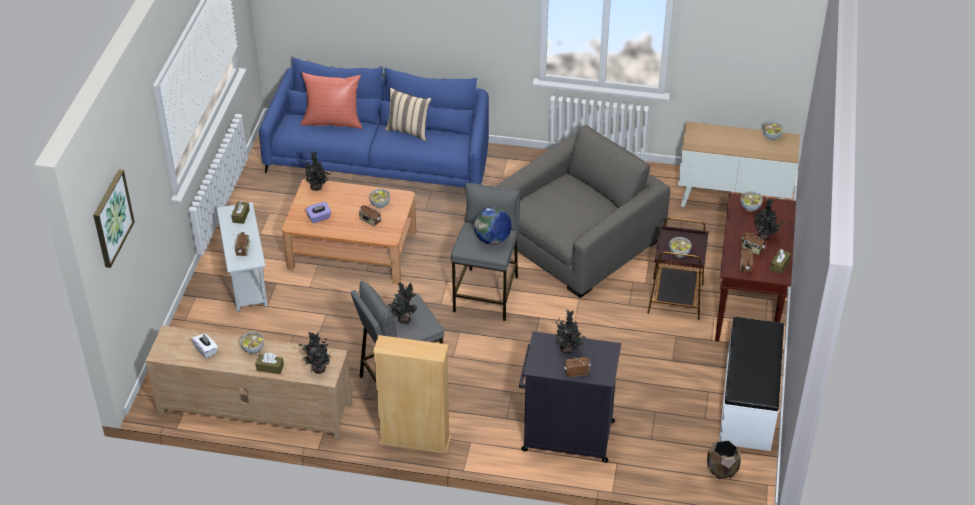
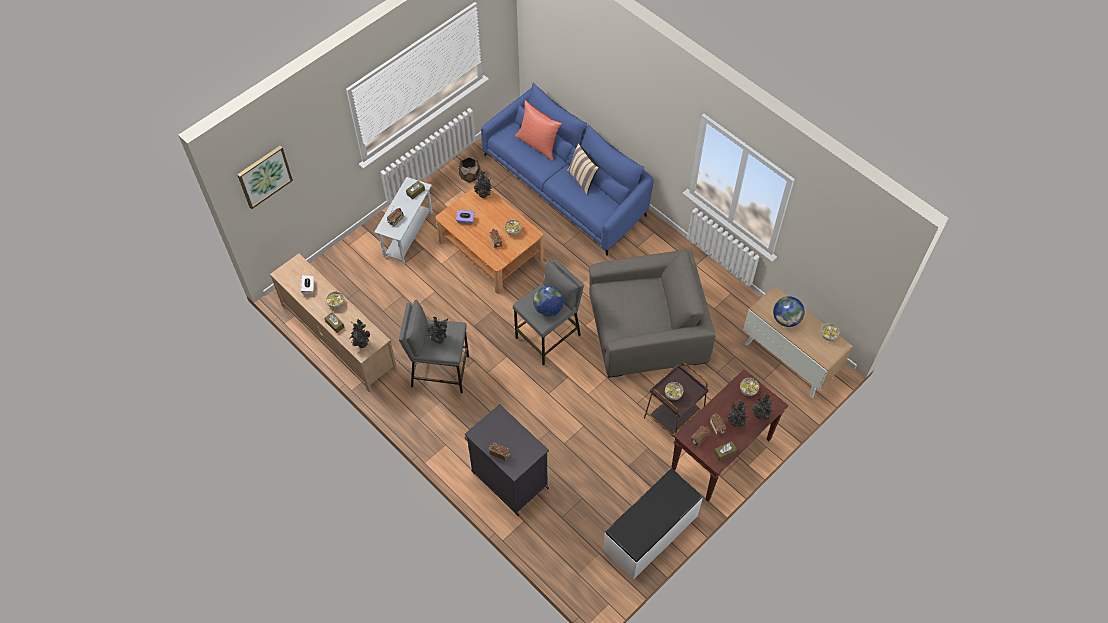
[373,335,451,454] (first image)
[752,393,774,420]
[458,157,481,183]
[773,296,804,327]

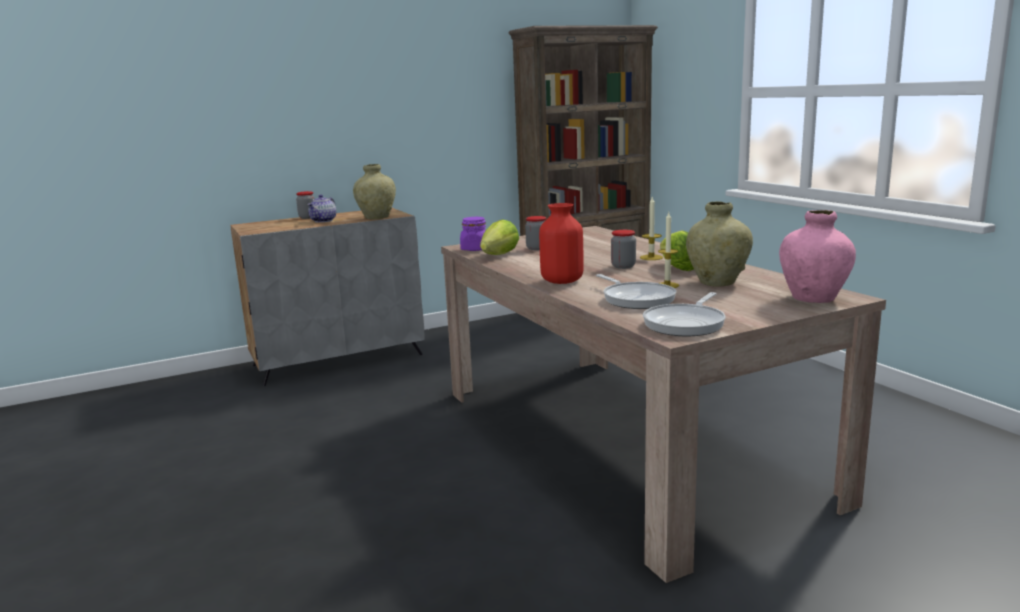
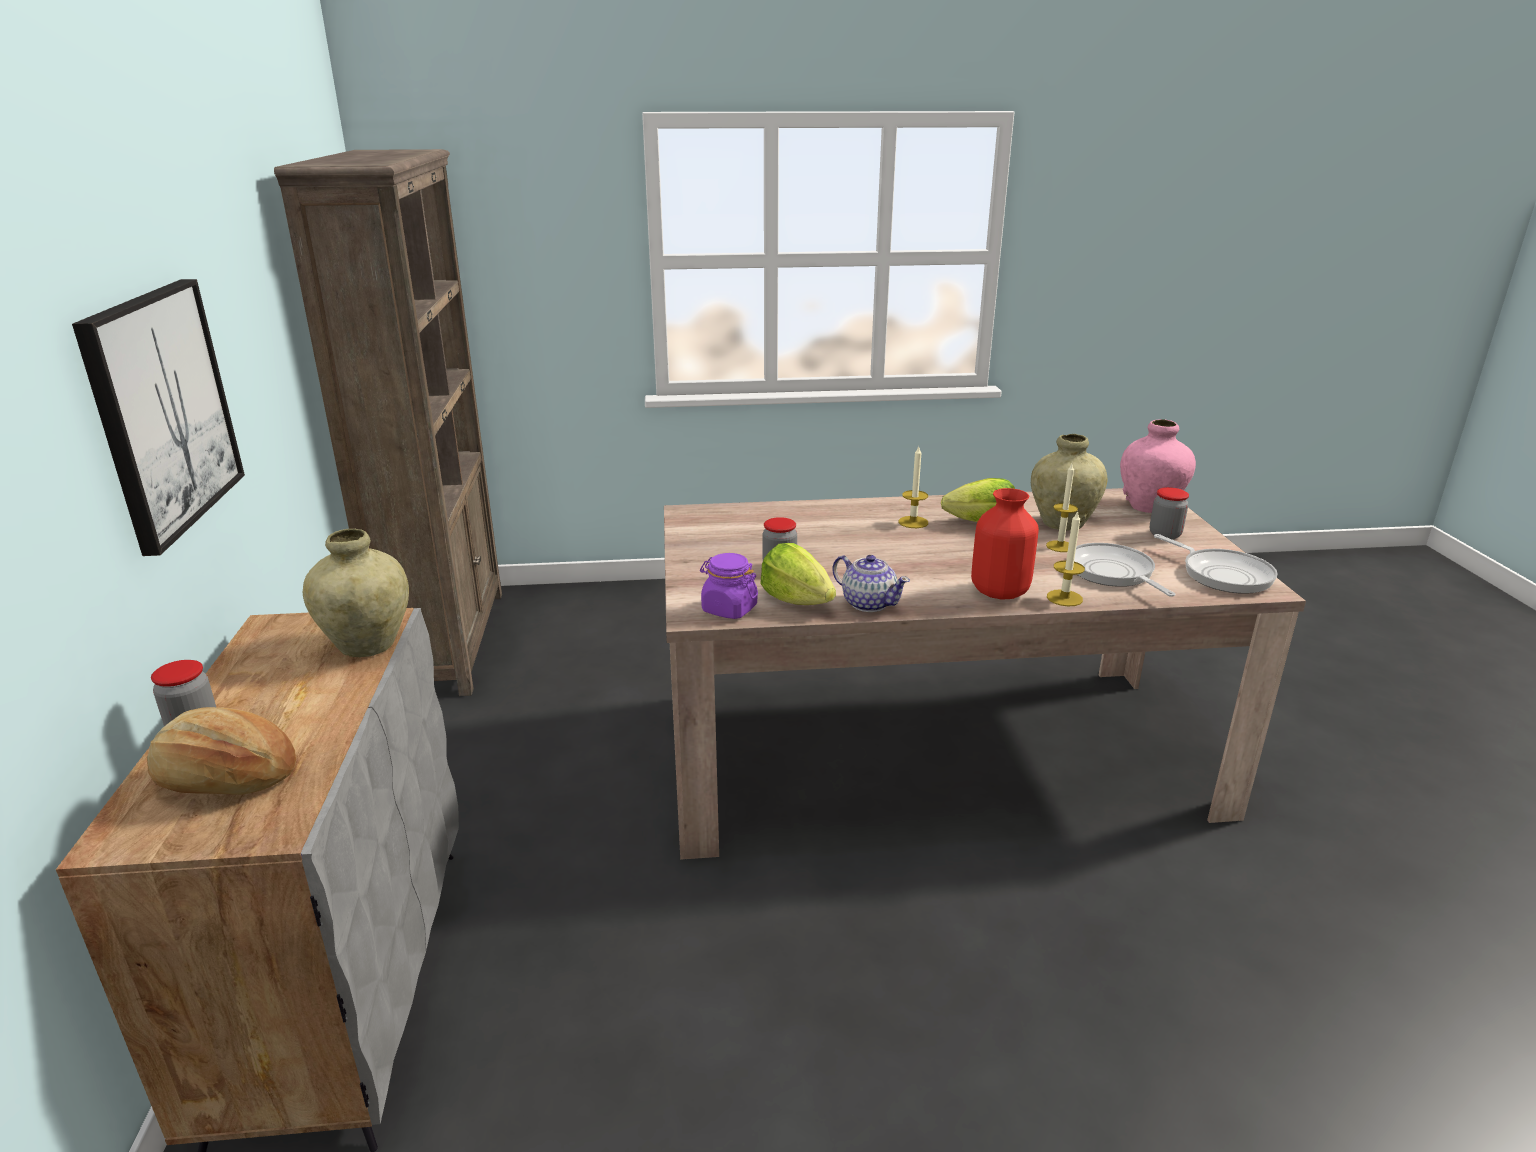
[832,555,910,612]
[1074,543,1175,597]
[1150,487,1189,540]
[72,279,245,556]
[147,707,296,795]
[1047,510,1085,607]

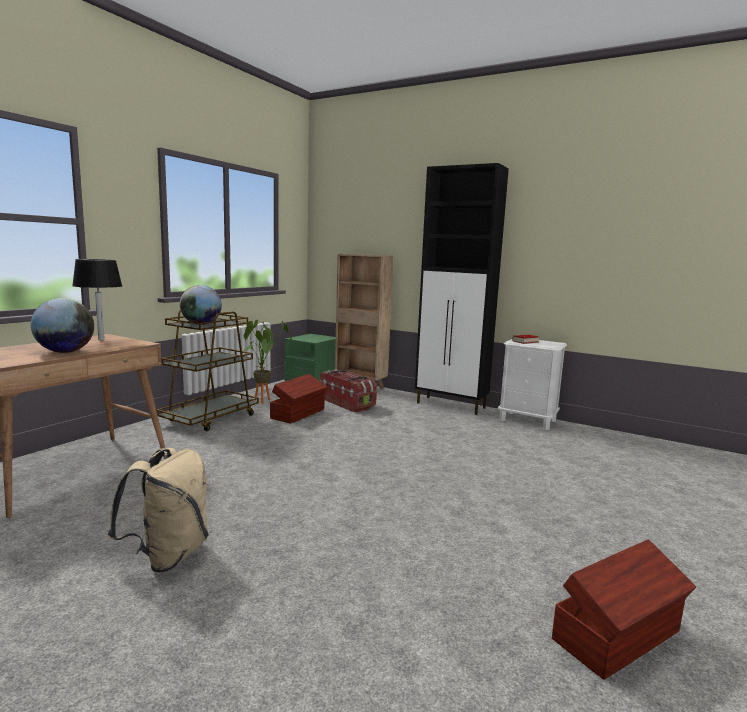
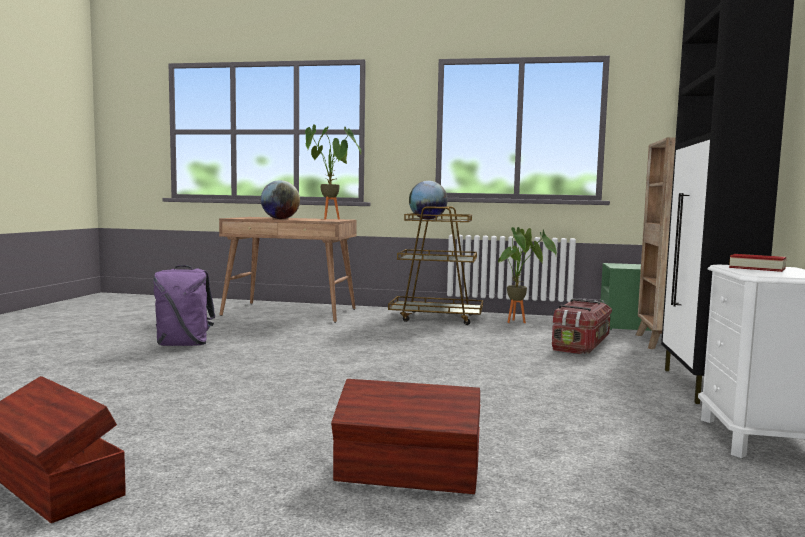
[305,124,361,220]
[153,265,215,346]
[331,379,480,494]

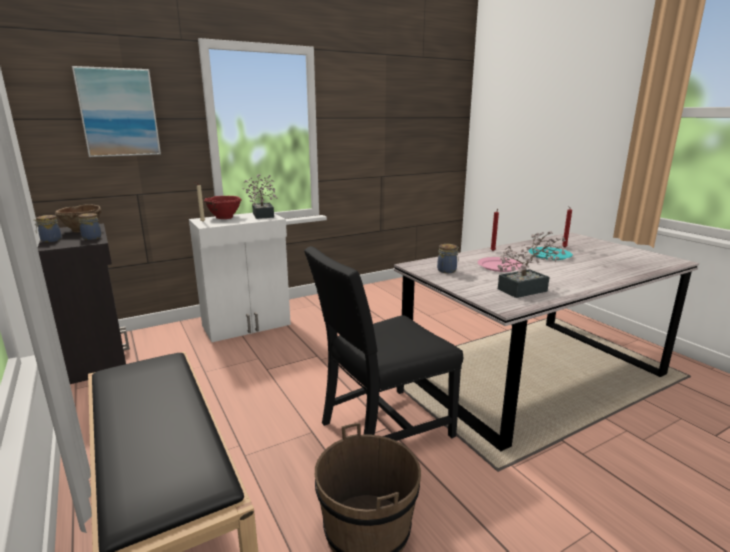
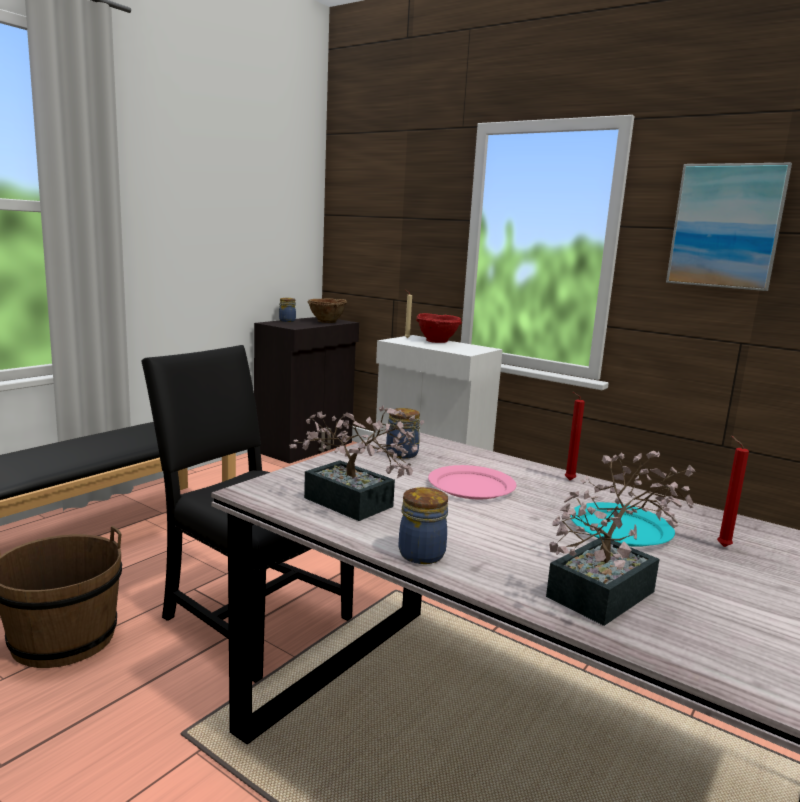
[666,163,792,291]
[399,487,448,564]
[546,451,696,626]

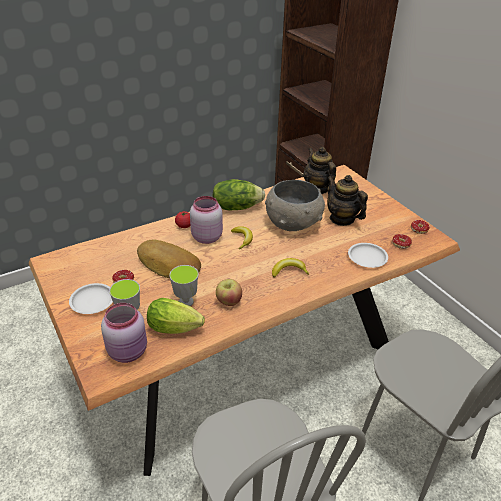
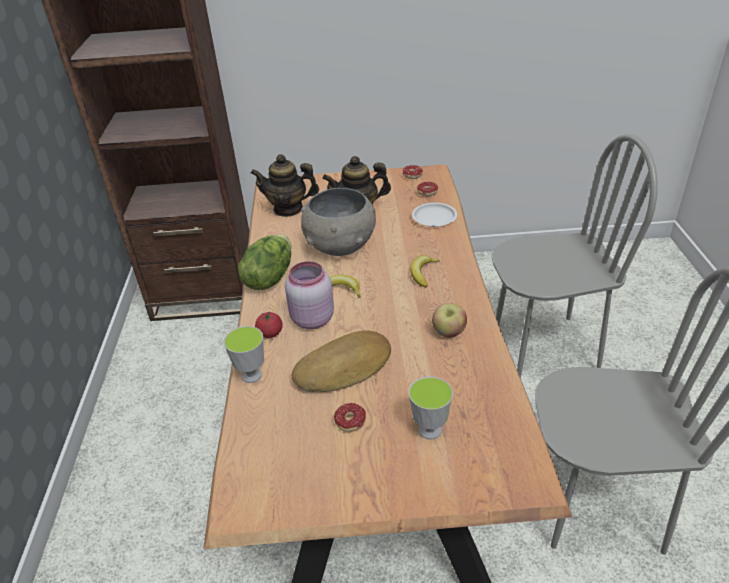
[69,283,113,314] (first image)
[101,303,147,363] (first image)
[147,298,205,334] (first image)
[224,326,264,383]

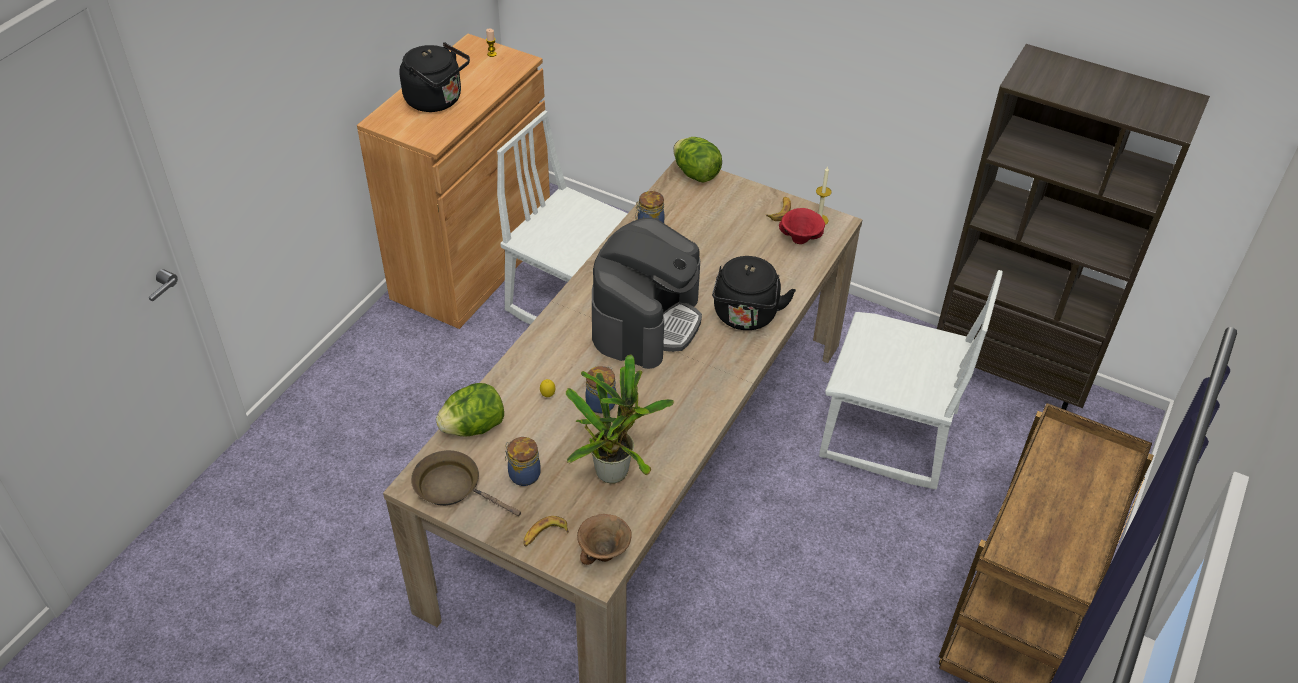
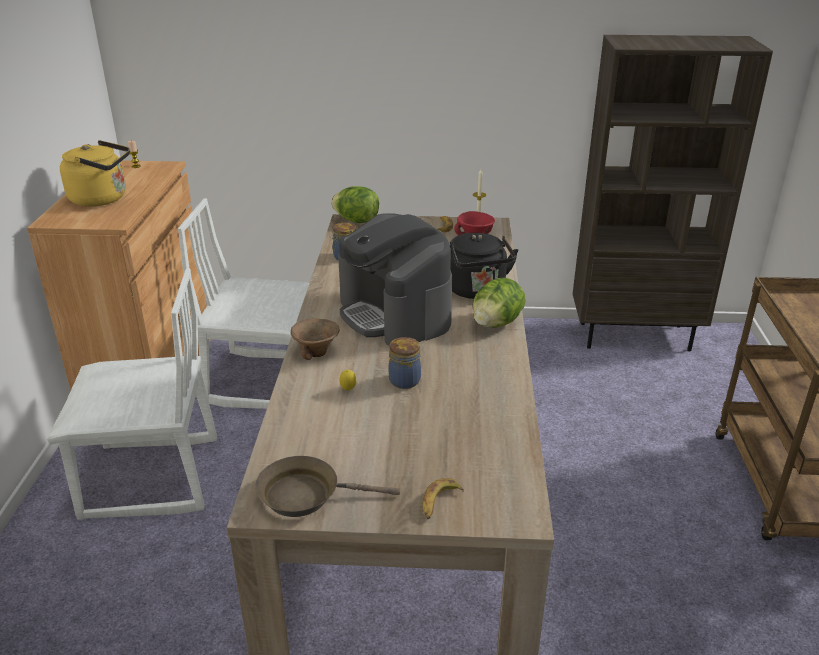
[60,140,130,207]
[473,278,526,328]
[505,437,541,486] (first image)
[566,354,674,484] (first image)
[291,318,340,360]
[338,213,452,346]
[47,268,217,520]

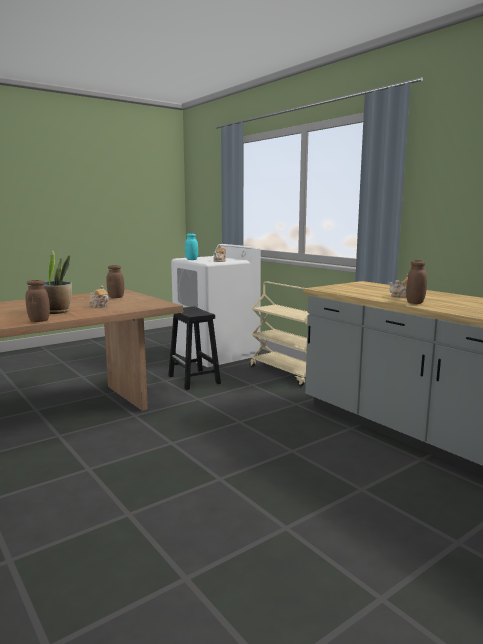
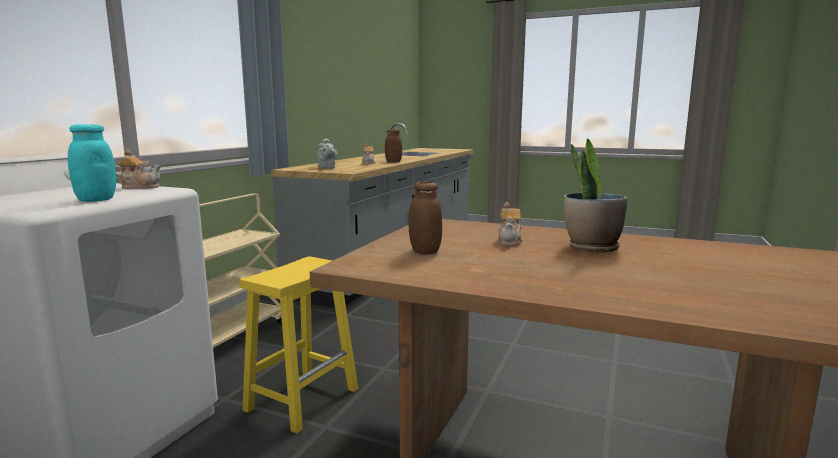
[25,280,50,322] (first image)
[239,256,358,434]
[317,138,338,169]

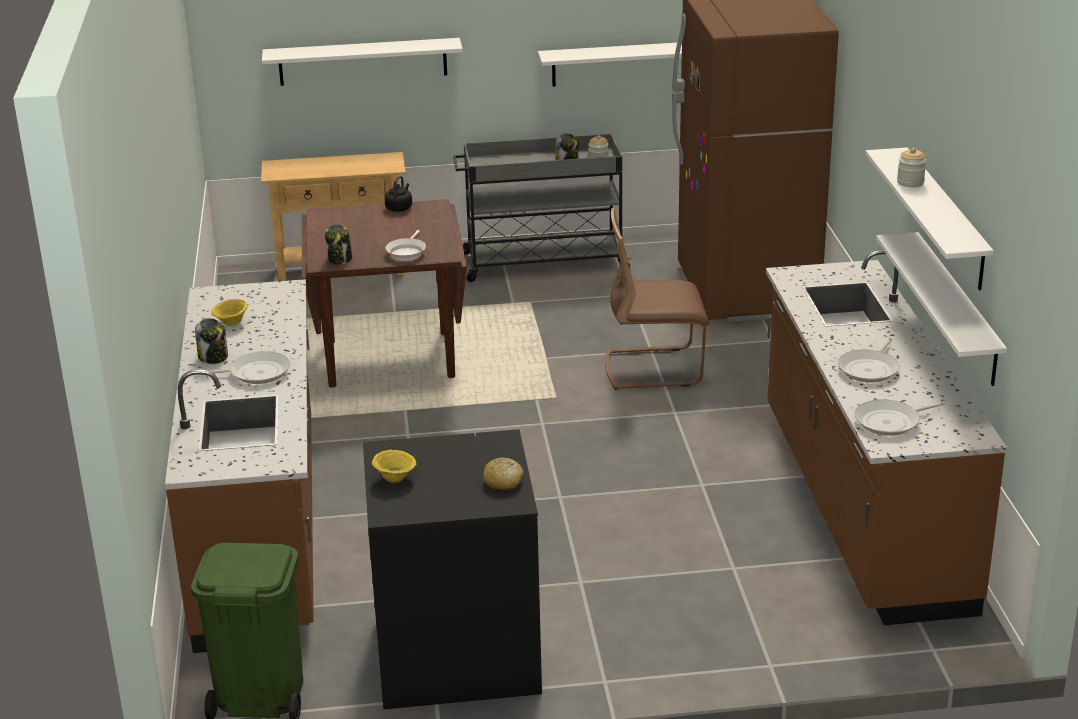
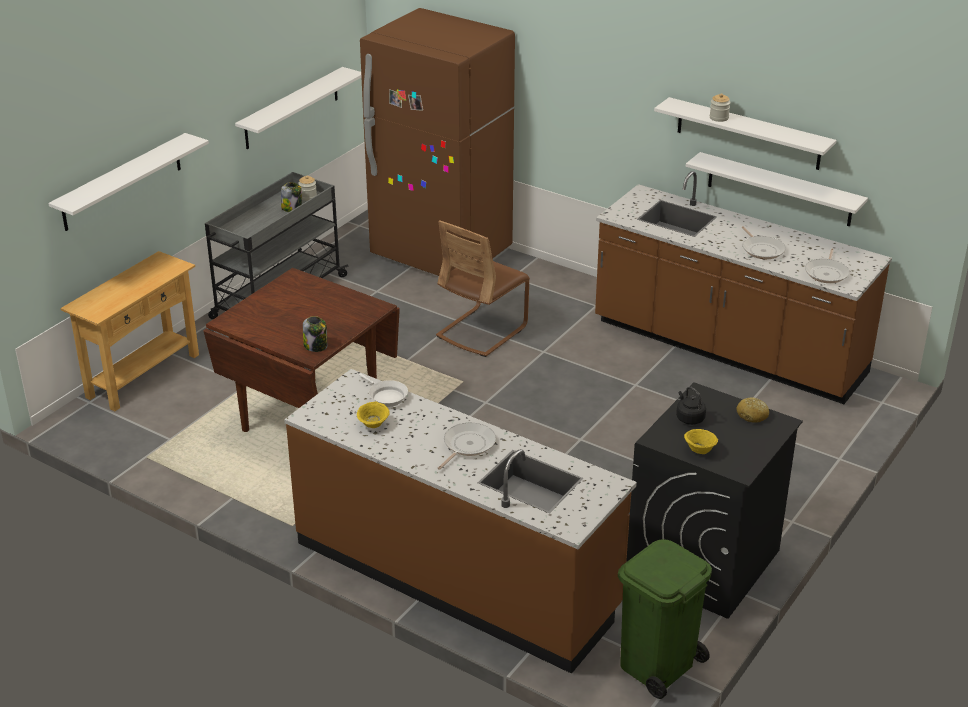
[195,318,228,364] (first image)
[676,387,706,425]
[359,373,408,407]

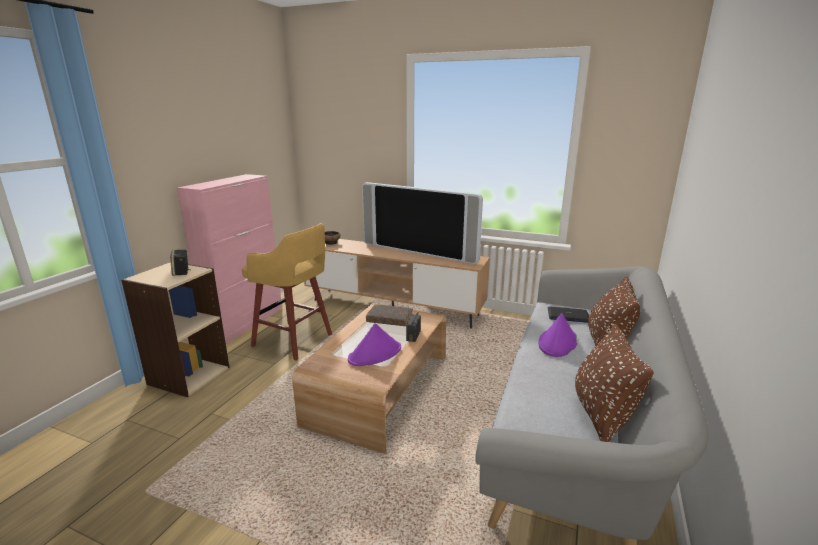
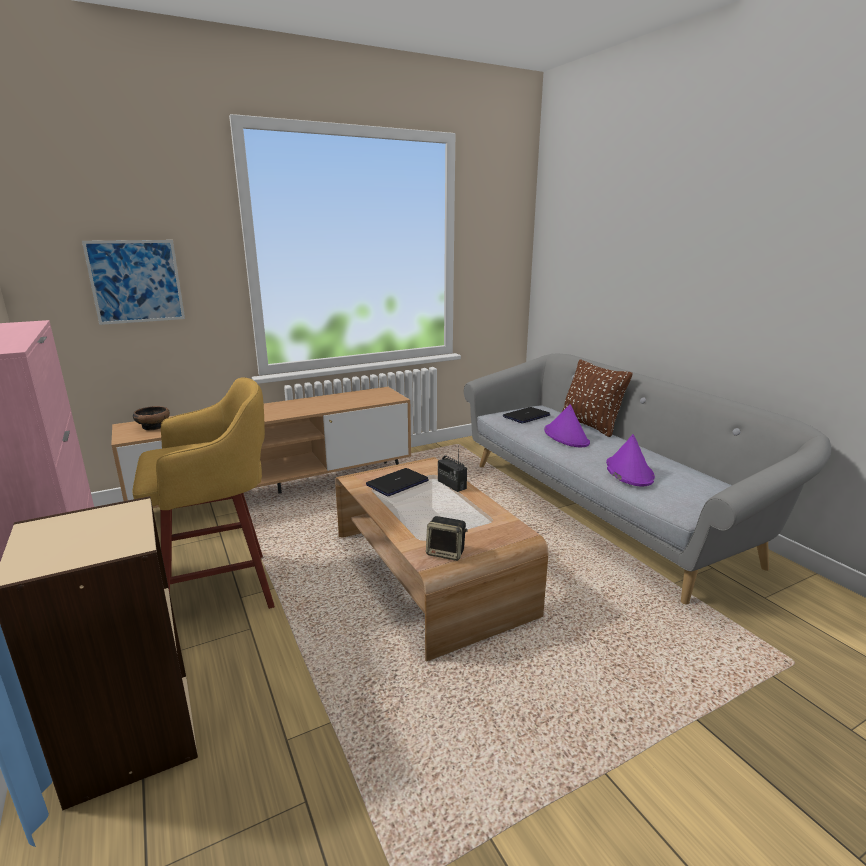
[426,516,468,561]
[606,434,655,486]
[362,182,483,264] (first image)
[366,468,429,496]
[575,324,654,442] (first image)
[82,240,185,325]

